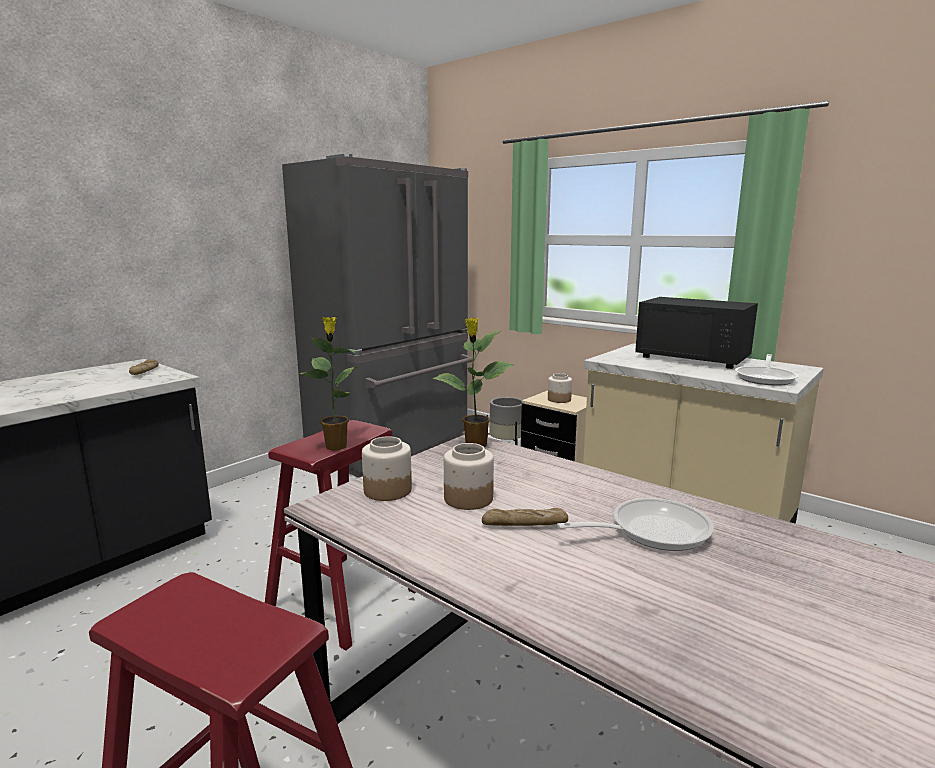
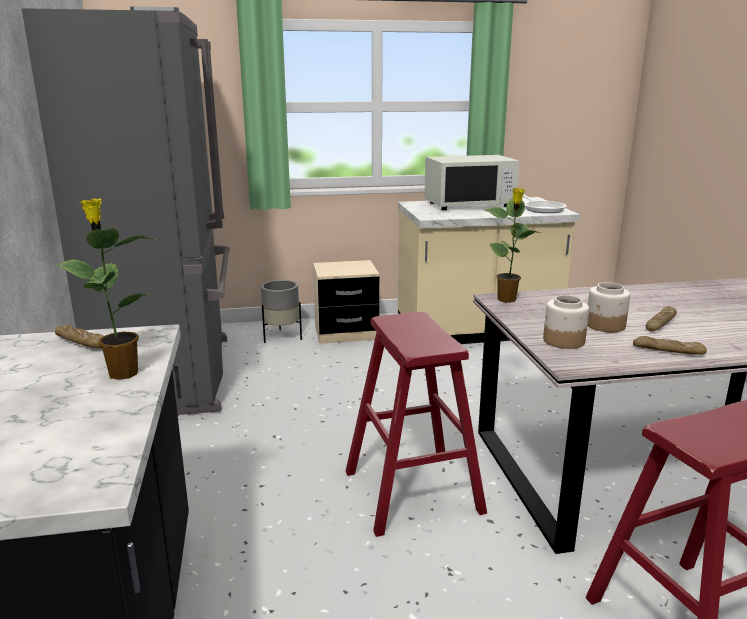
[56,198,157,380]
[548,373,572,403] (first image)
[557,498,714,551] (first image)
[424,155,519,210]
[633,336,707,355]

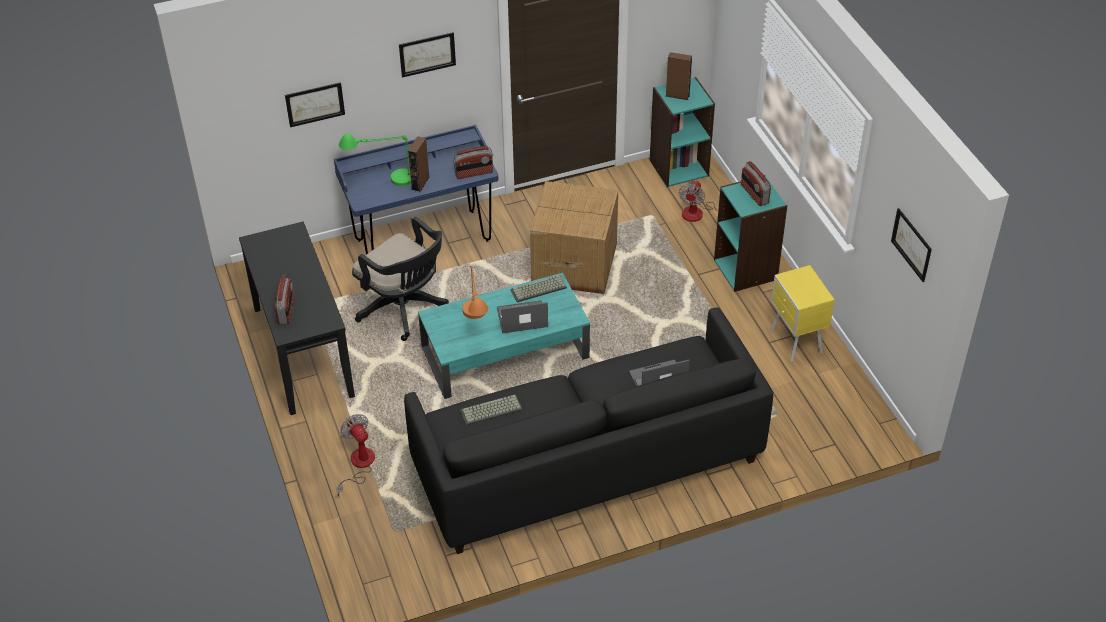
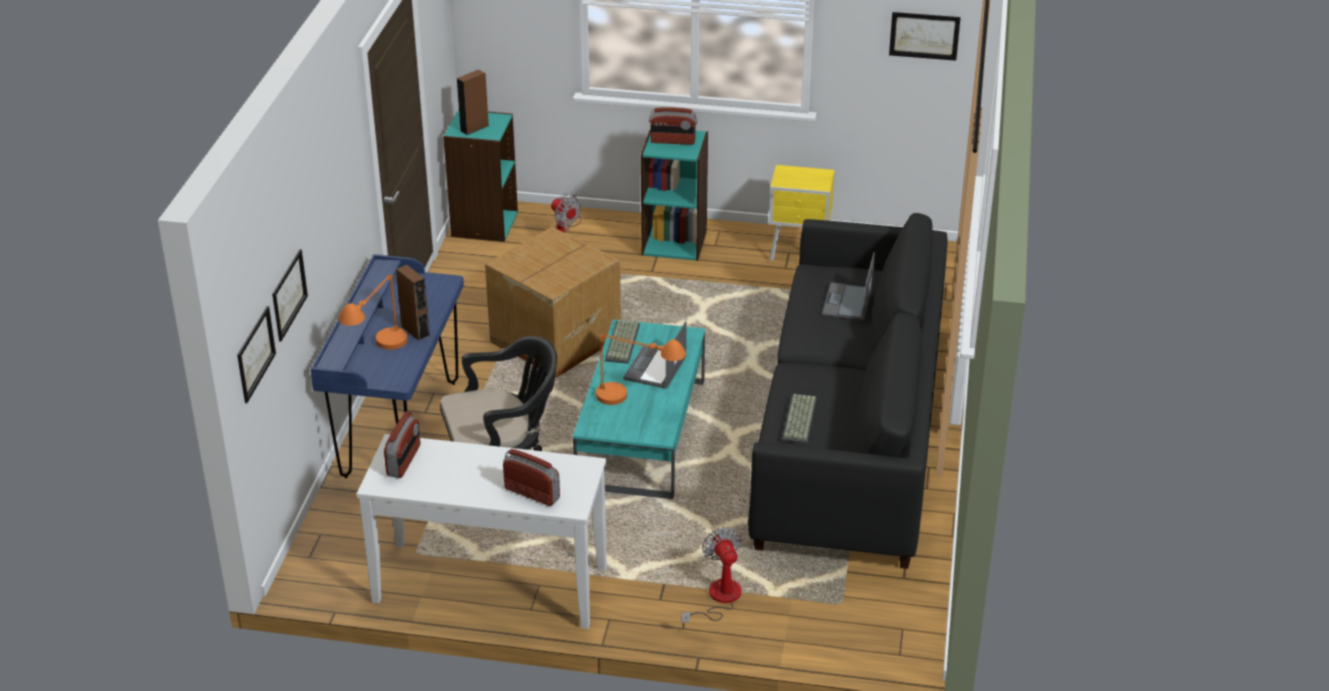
[357,434,607,629]
[682,527,741,629]
[338,274,408,350]
[237,306,276,403]
[384,411,420,478]

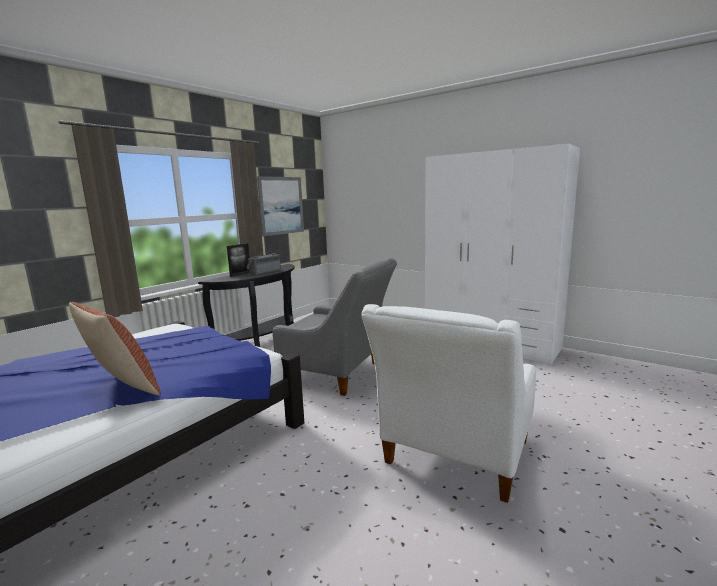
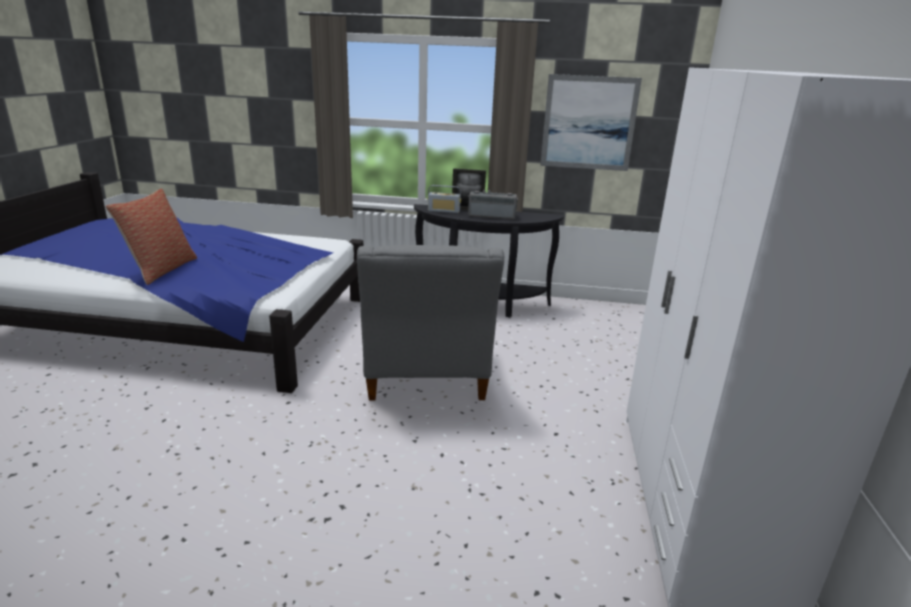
[362,304,536,503] (first image)
[428,185,461,213]

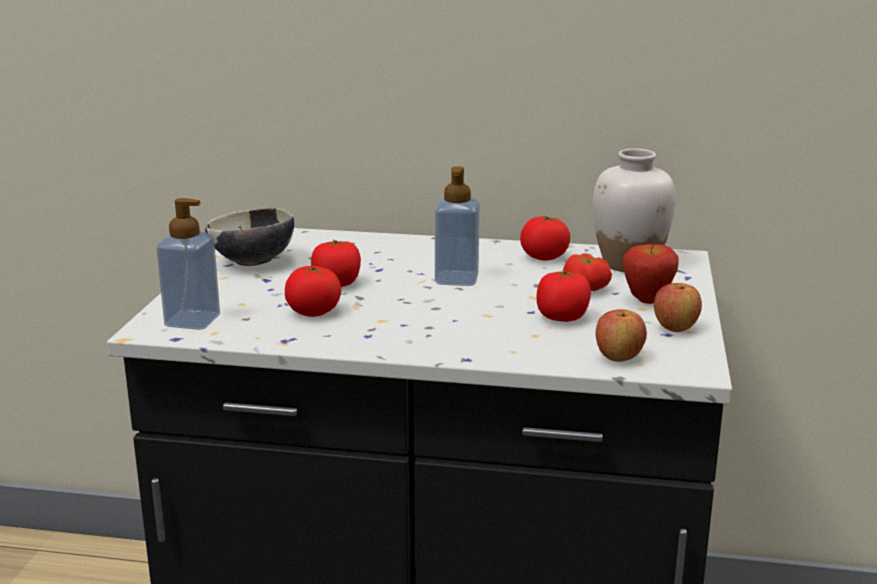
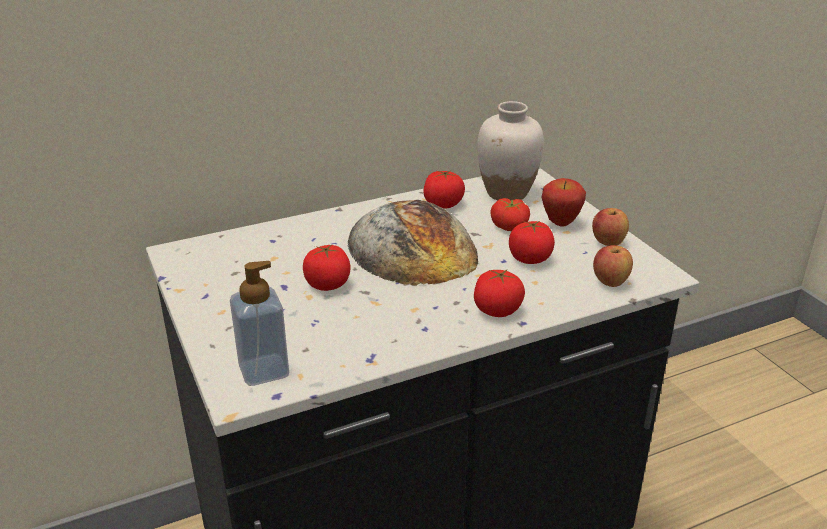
[205,208,294,266] (first image)
[474,269,525,317]
[348,200,478,286]

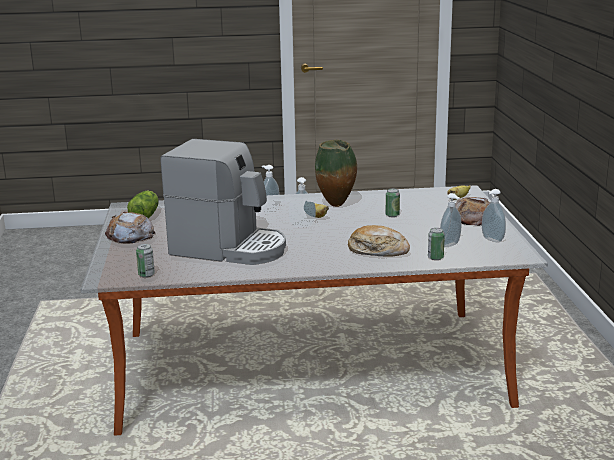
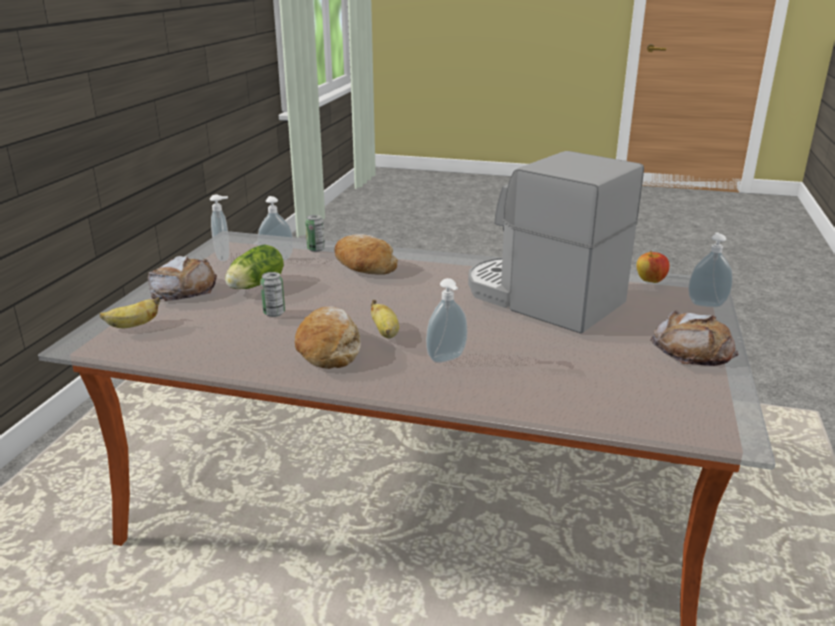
[225,244,284,289]
[636,251,669,283]
[688,233,733,307]
[295,306,361,369]

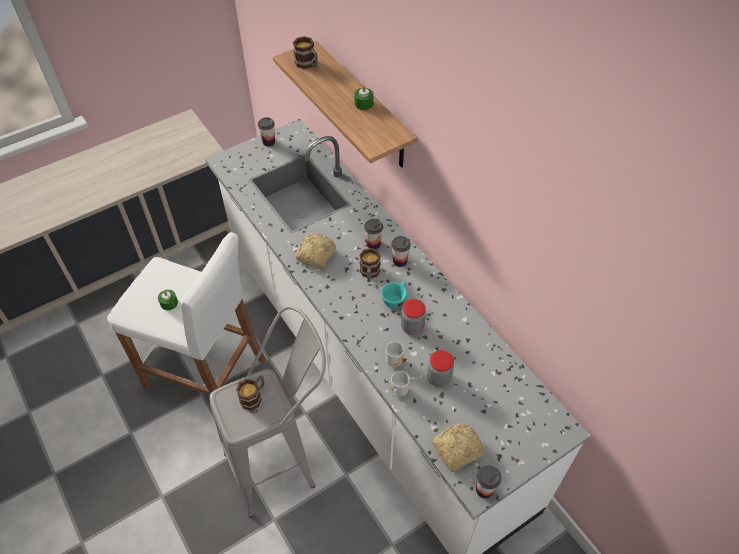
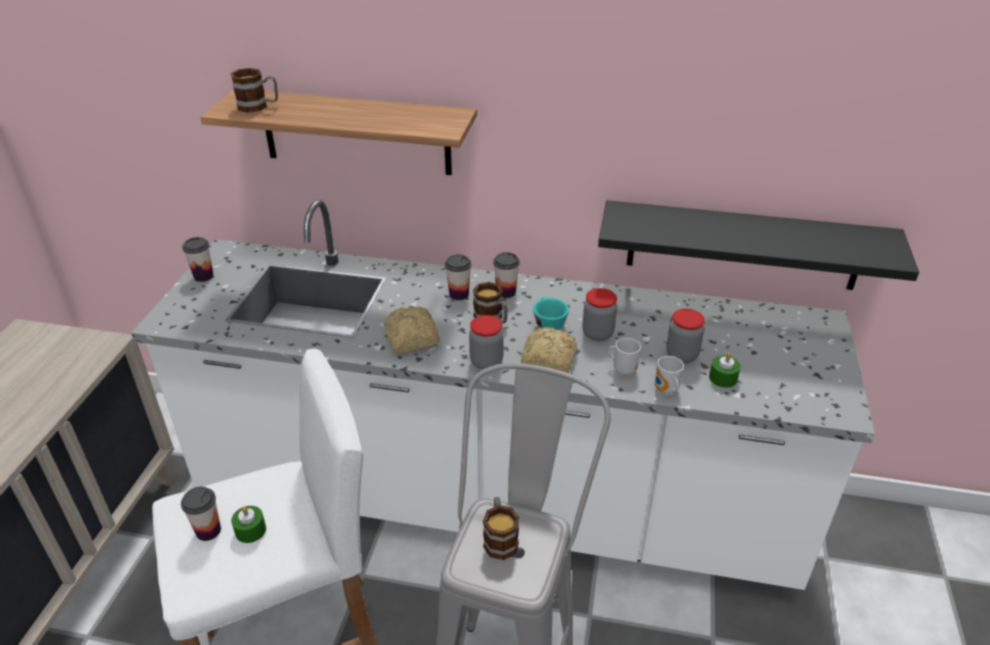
[709,353,741,388]
[521,327,577,373]
[181,487,221,541]
[469,315,504,370]
[598,200,919,290]

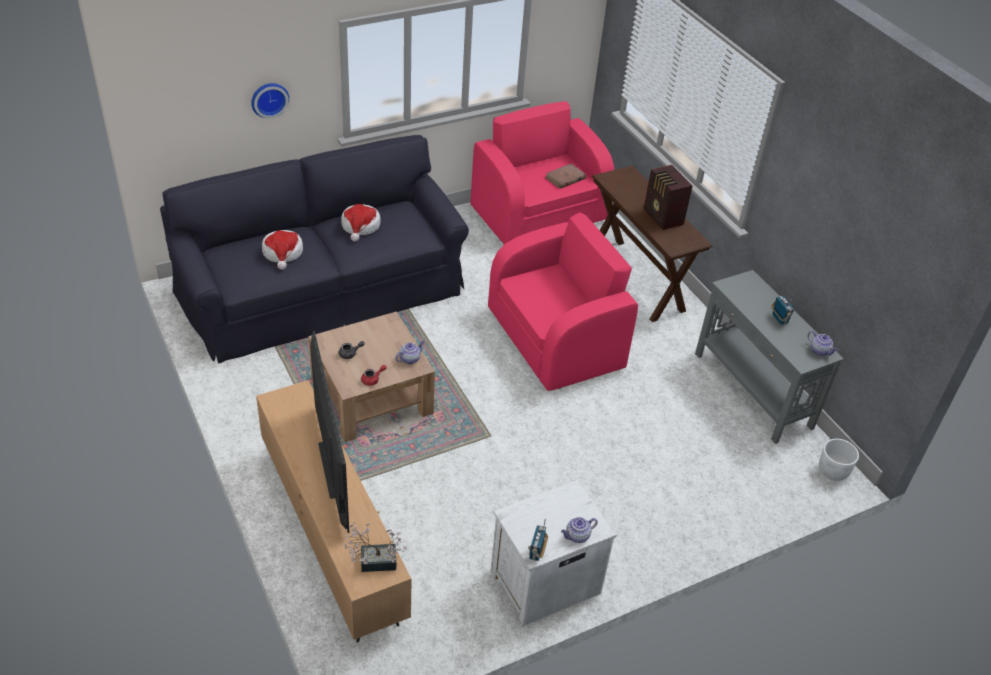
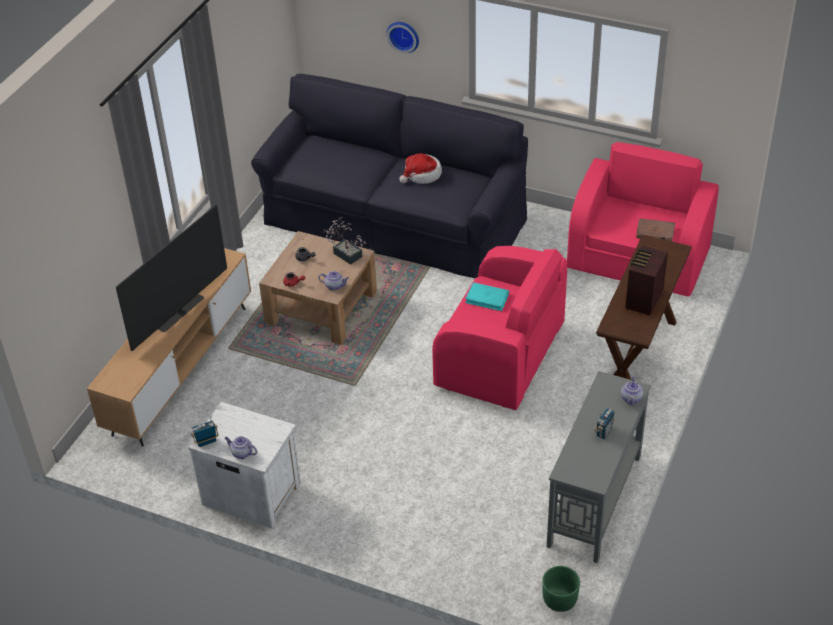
[262,230,303,270] (first image)
[324,217,367,265]
[621,376,643,405]
[542,566,580,612]
[465,282,509,311]

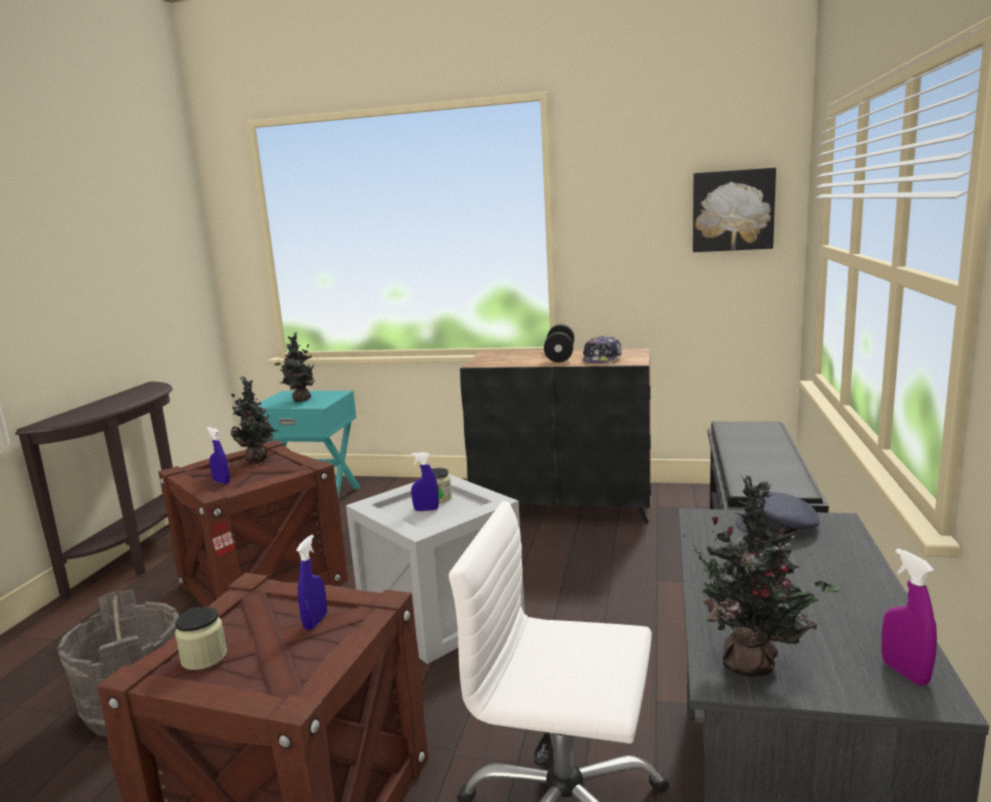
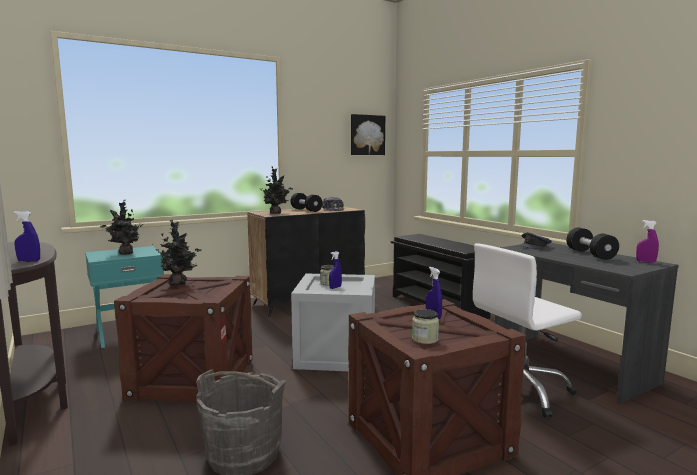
[14,211,40,262]
[258,167,293,214]
[566,228,619,260]

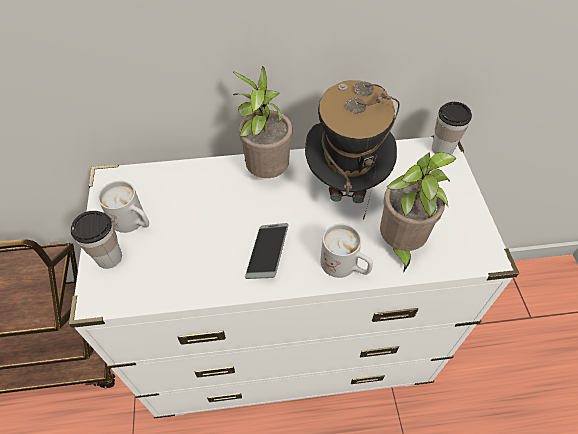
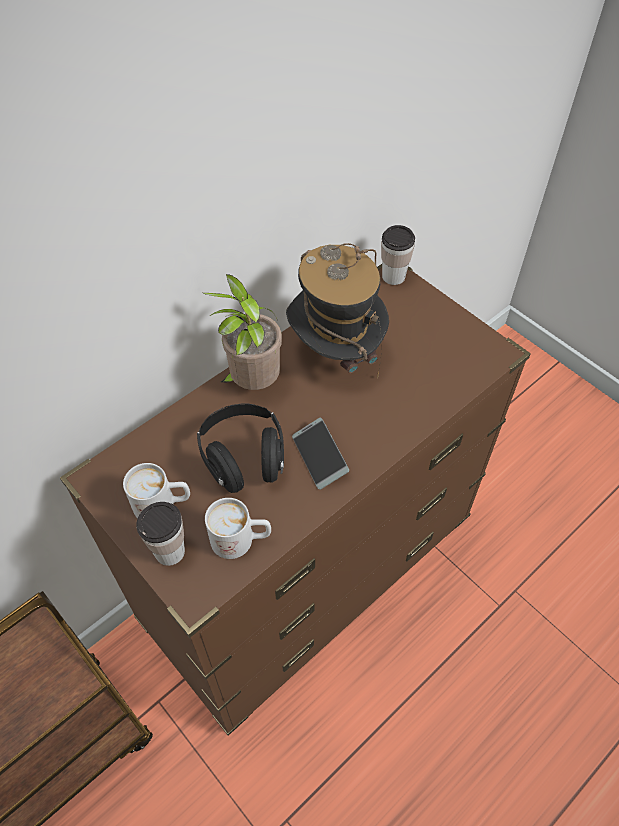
[60,264,531,736]
[205,498,271,559]
[380,152,457,273] (first image)
[197,403,284,493]

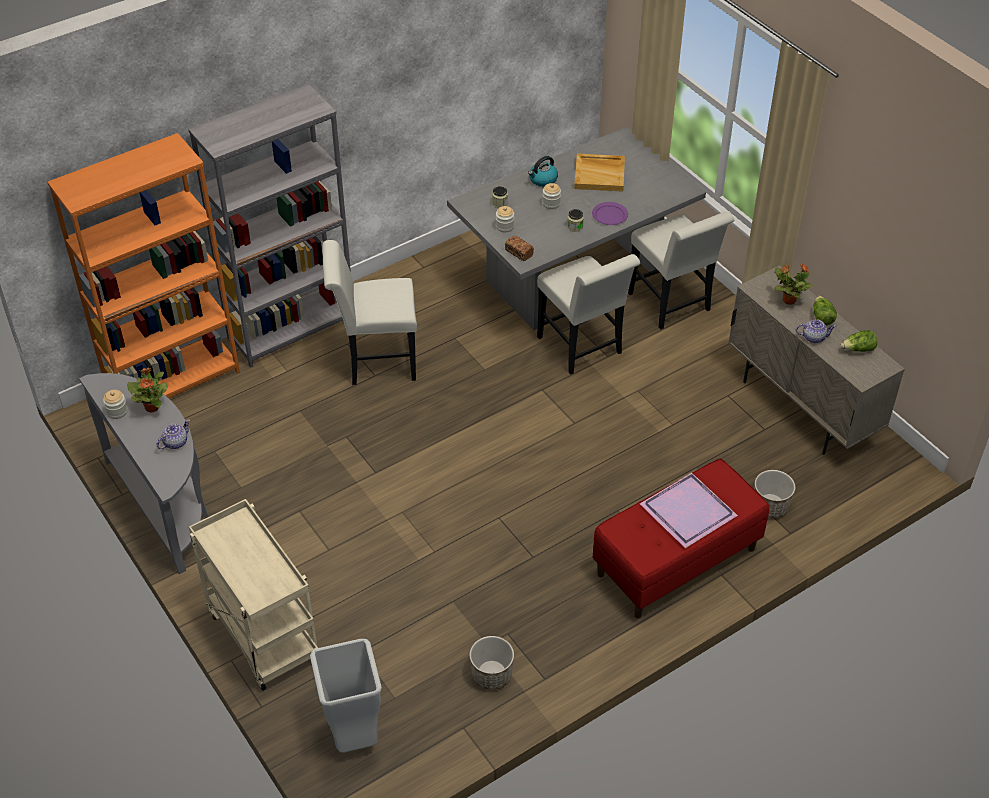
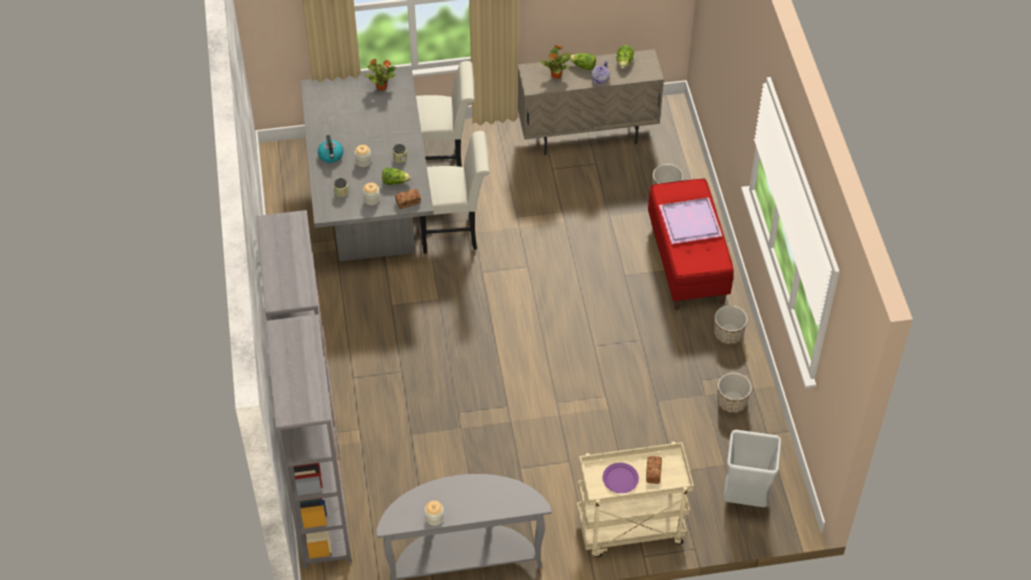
[266,314,352,569]
[365,59,396,91]
[157,419,190,449] (first image)
[323,240,417,385] (first image)
[574,153,625,192] (first image)
[603,462,639,493]
[382,167,411,185]
[646,456,662,484]
[714,305,748,344]

